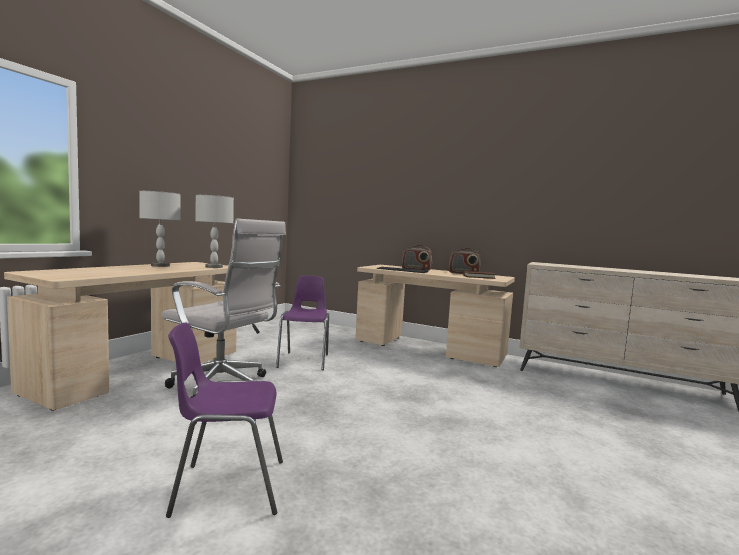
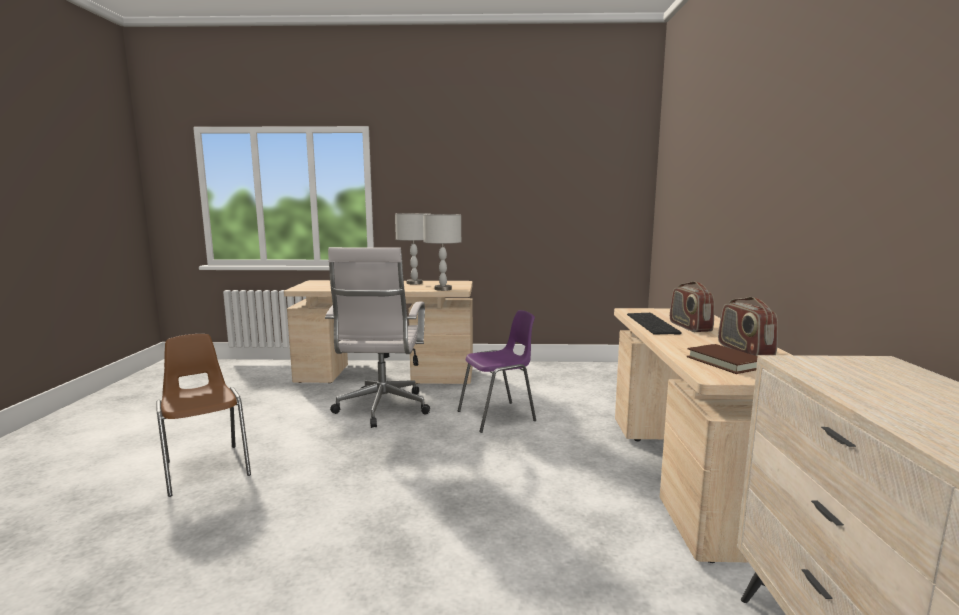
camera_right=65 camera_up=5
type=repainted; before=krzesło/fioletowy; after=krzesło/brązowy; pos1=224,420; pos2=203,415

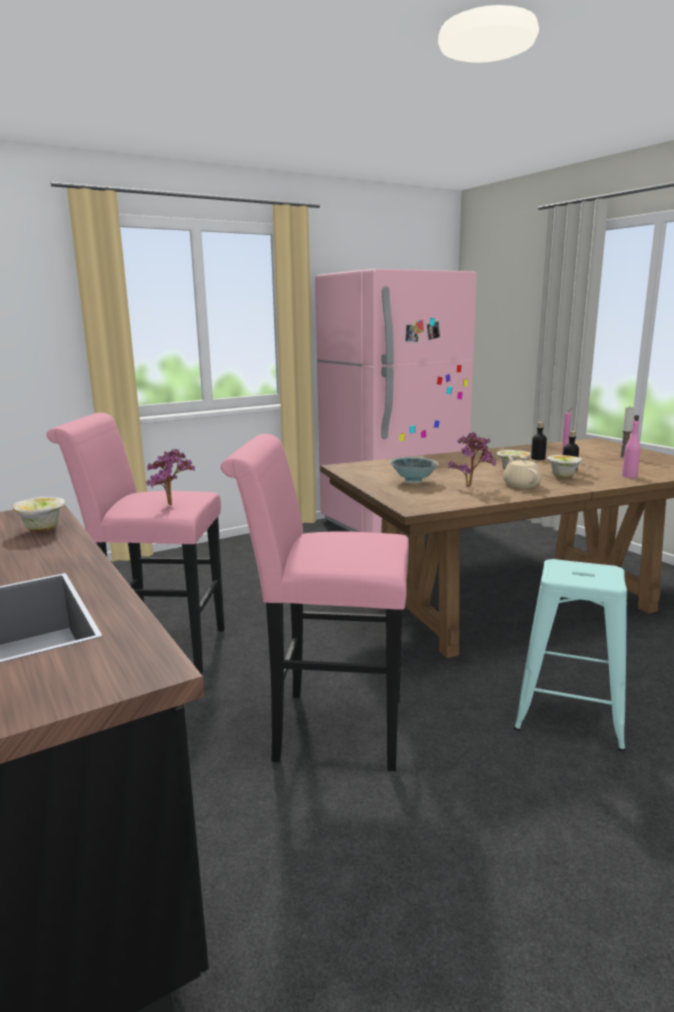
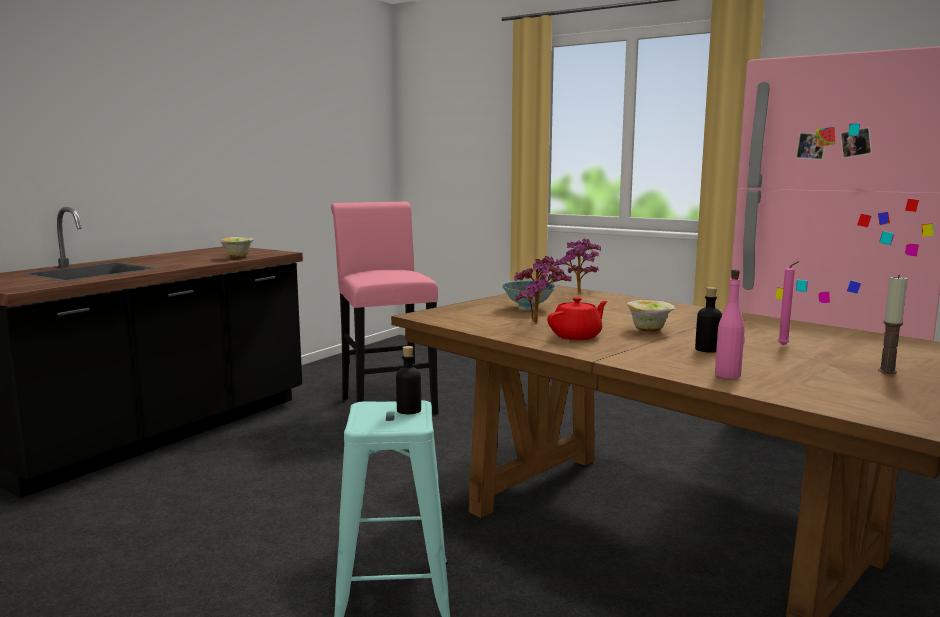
camera_right=65 camera_up=-5
type=gone; before=stołek/różowy; pos1=315,602
type=gone; before=miska; pos1=564,466
type=shifted; before=roślina doniczkowa; pos1=170,477; pos2=577,265
type=shifted; before=butelka/czarny; pos1=539,441; pos2=408,380
type=repainted; before=imbryk/beżowy; after=imbryk/czerwony; pos1=522,472; pos2=577,318

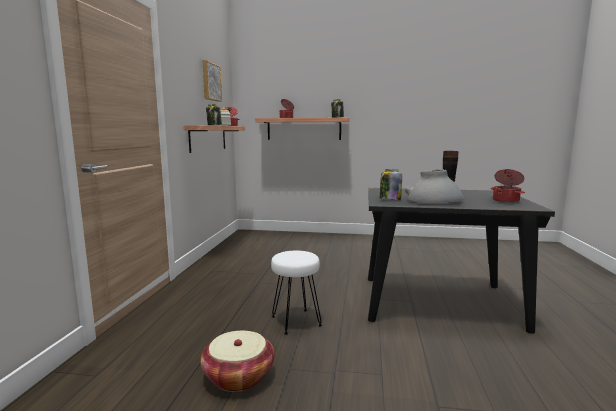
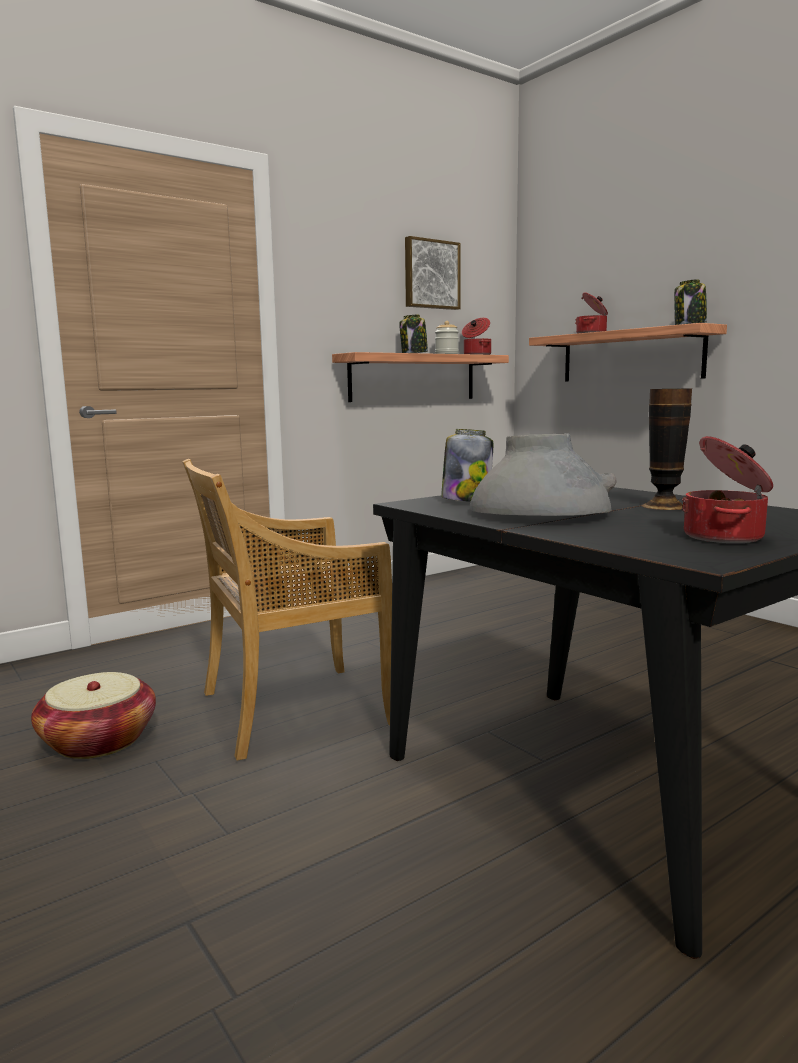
camera_right=45 camera_up=0
type=swapped; before=stołek/biały; after=krzesło/beżowy; pos1=296,293; pos2=287,610

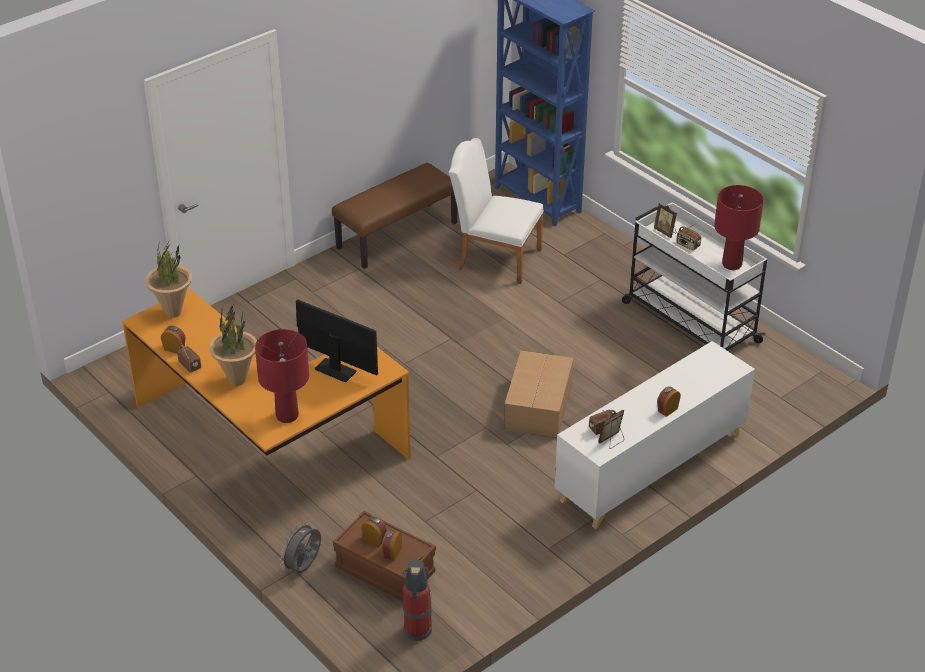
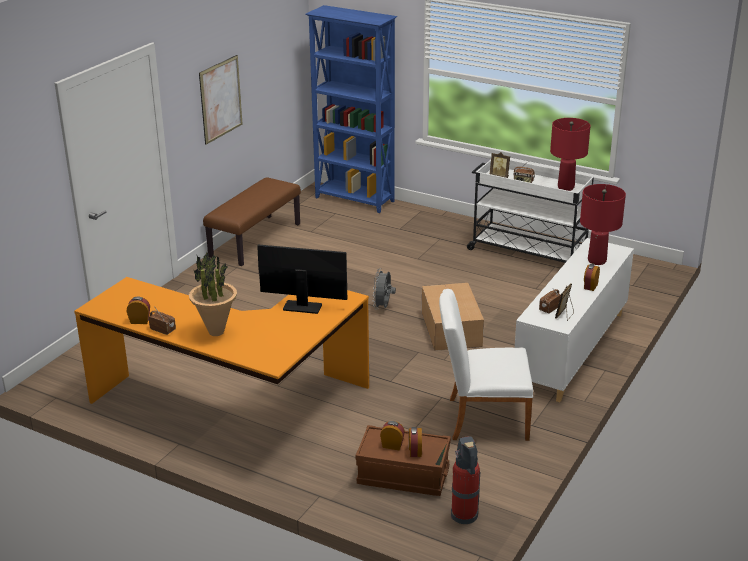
camera_right=-20 camera_up=-10
type=gone; before=roślina doniczkowa; pos1=168,279
type=new; after=obraz; pos2=220,100
type=shifted; before=lampa stołowa/czerwony; pos1=282,376; pos2=603,224
type=shifted; before=wentylator/szary; pos1=300,547; pos2=384,289
type=shifted; before=krzesło/biały; pos1=496,211; pos2=486,365

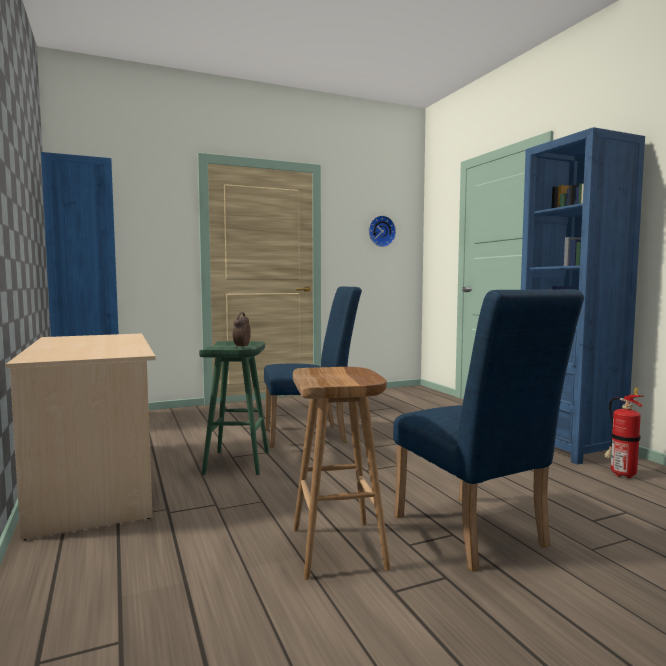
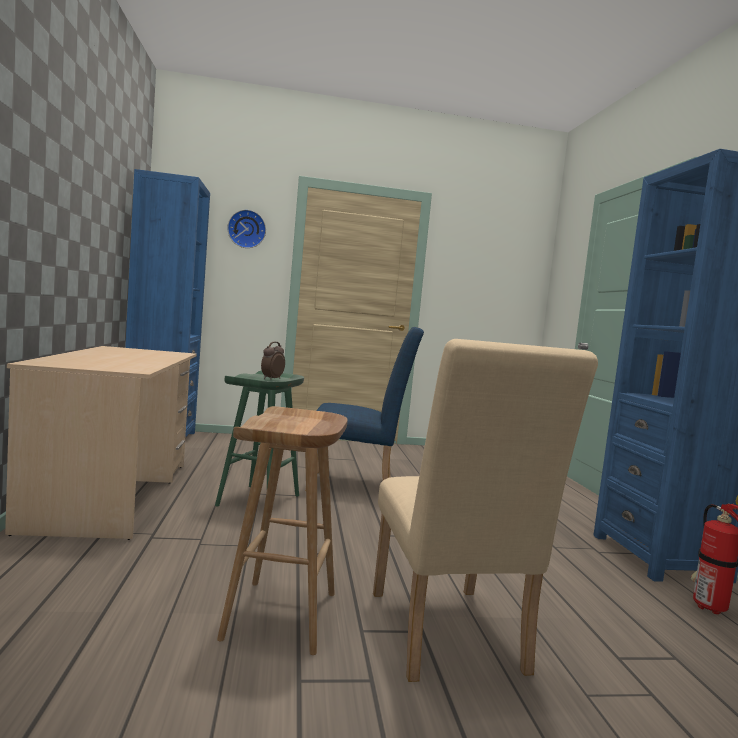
camera_right=15 camera_up=0
type=shifted; before=zegar ścienny; pos1=382,231; pos2=246,229
type=repainted; before=krzesło/niebieski; after=krzesło/beżowy; pos1=488,430; pos2=485,510

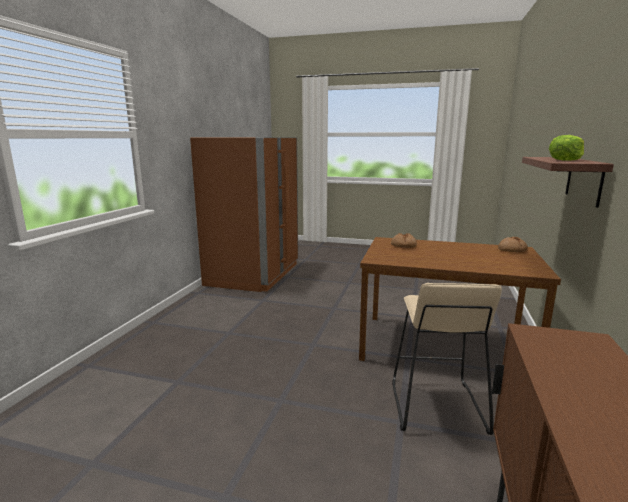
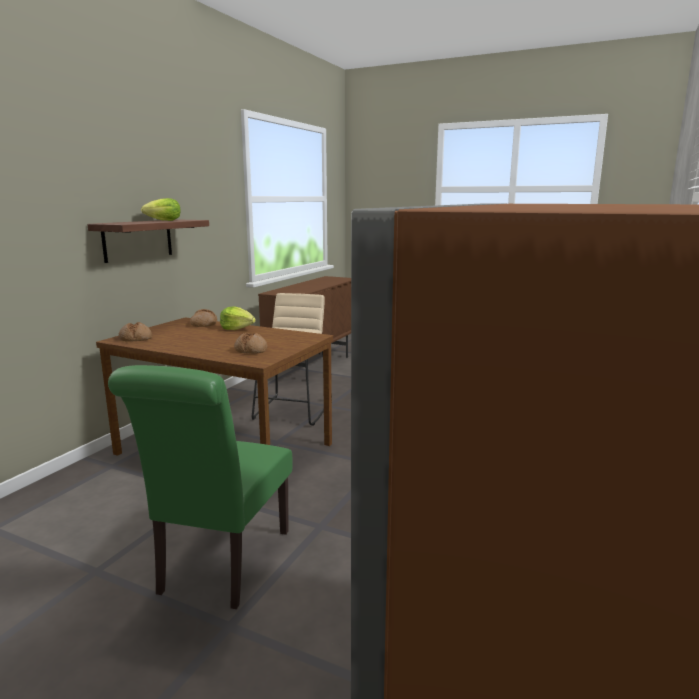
camera_right=-170 camera_up=0
type=new; after=krzesło/zielony; pos2=200,487
type=new; after=chleb; pos2=203,318
type=new; after=sałata; pos2=238,318

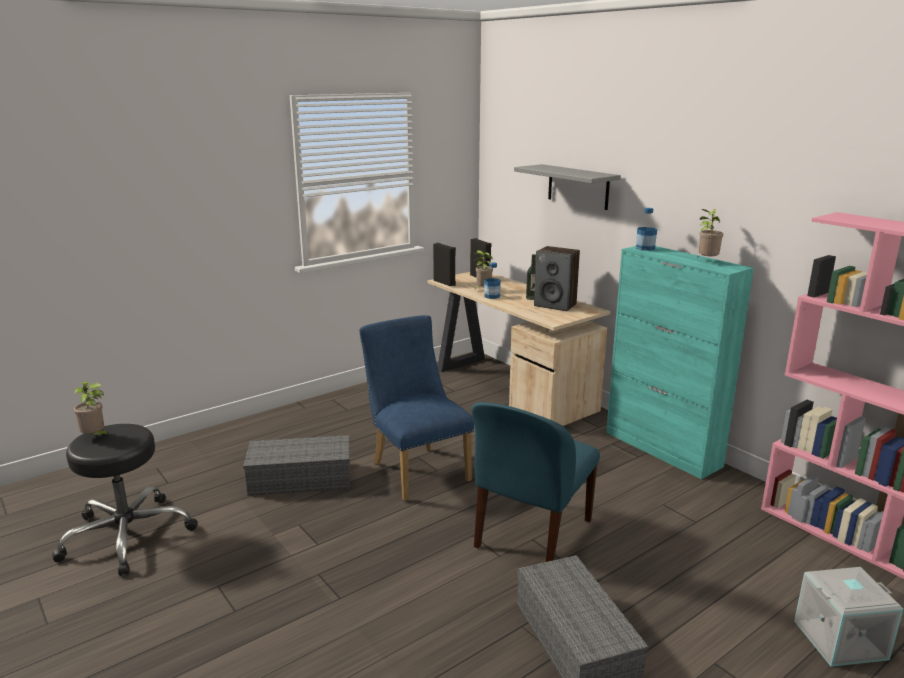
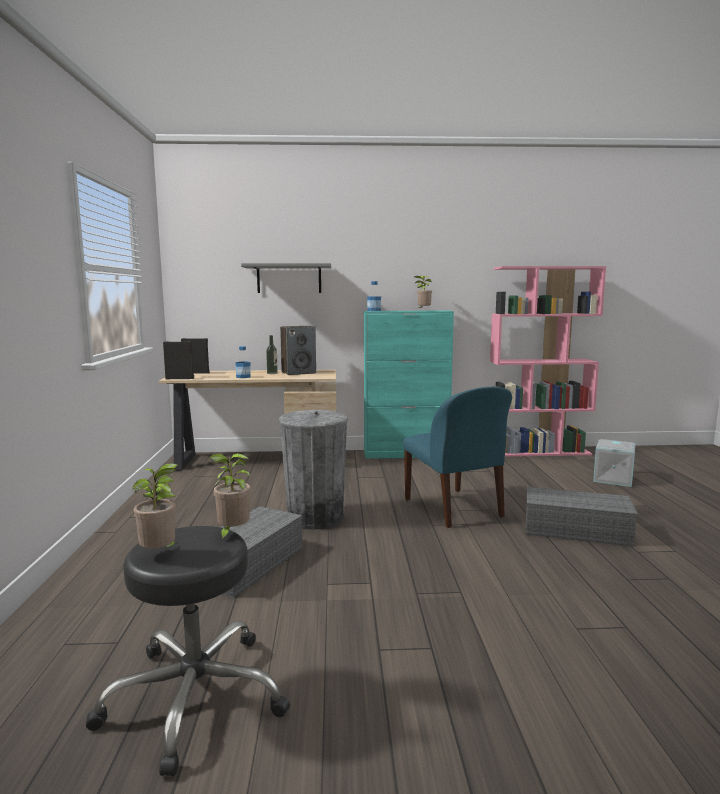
camera_right=-55 camera_up=-10
type=shifted; before=roślina doniczkowa; pos1=482,270; pos2=230,497
type=swapped; before=krzesło/niebieski; after=kosz na śmieci/szary; pos1=416,408; pos2=313,470

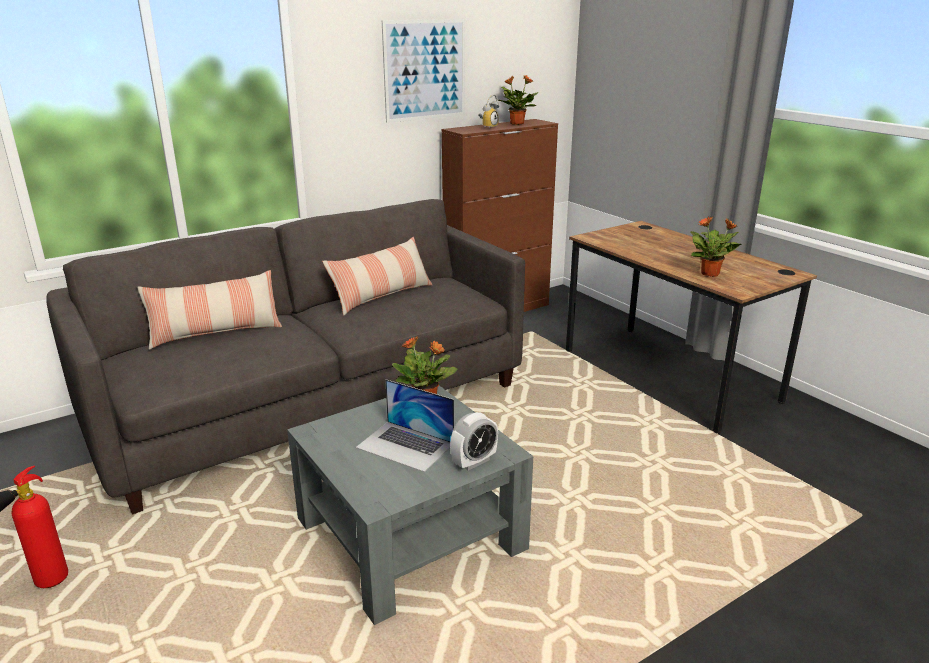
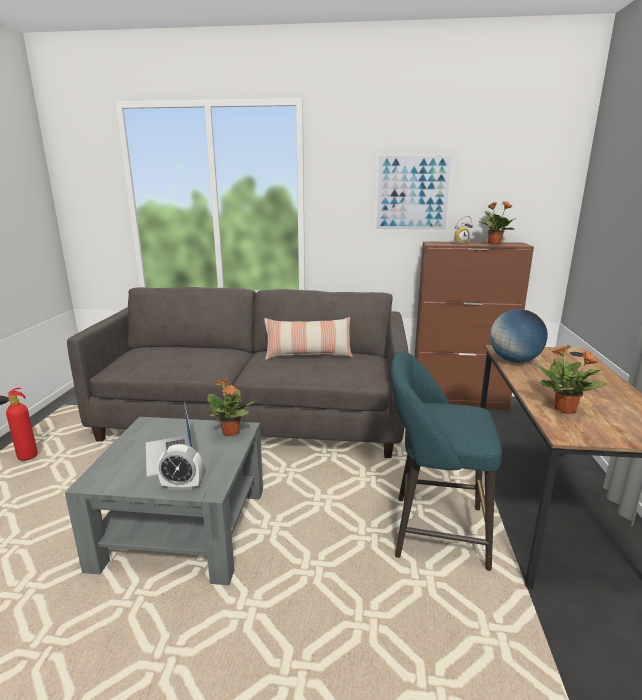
camera_right=40 camera_up=-5
type=gone; before=poduszka; pos1=210,310
type=new; after=stołek/turkusowy; pos2=446,461
type=new; after=globus; pos2=519,336

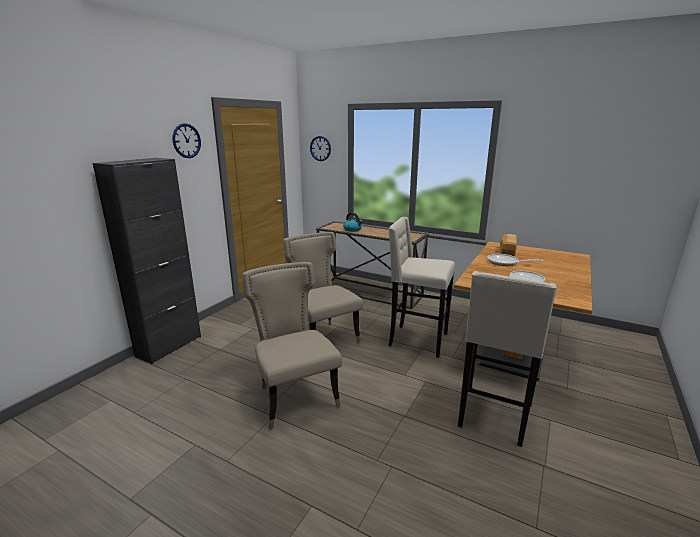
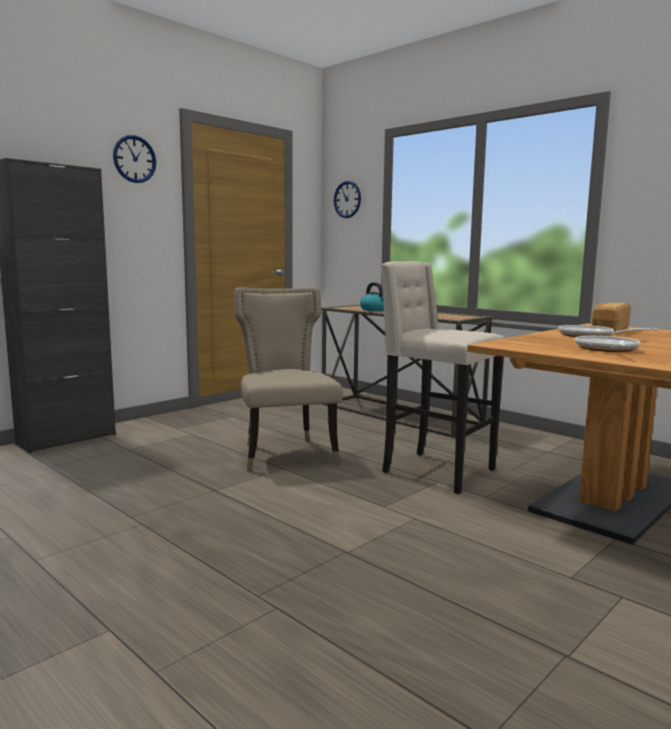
camera_right=15 camera_up=-10
type=gone; before=krzesło/beżowy; pos1=292,345
type=gone; before=stołek/beżowy; pos1=507,359

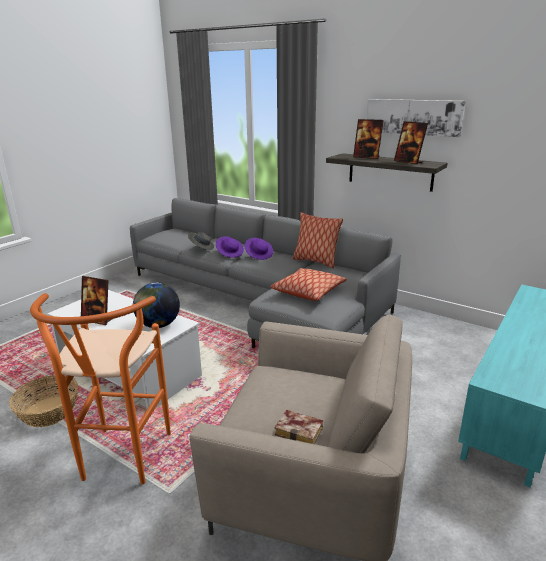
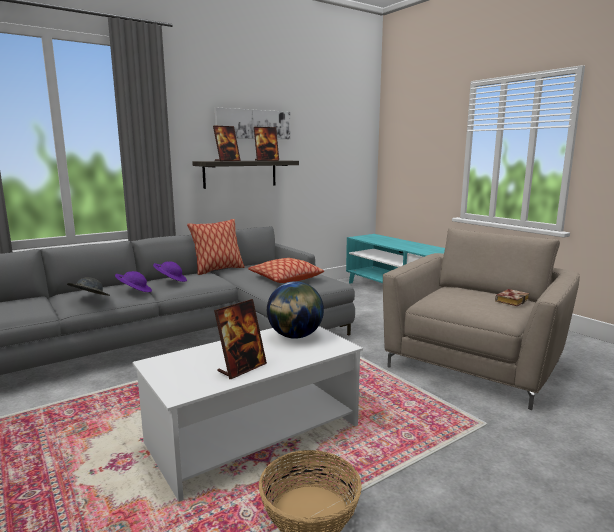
camera_right=-70 camera_up=-10
type=gone; before=stołek/pomarańczowy; pos1=100,389

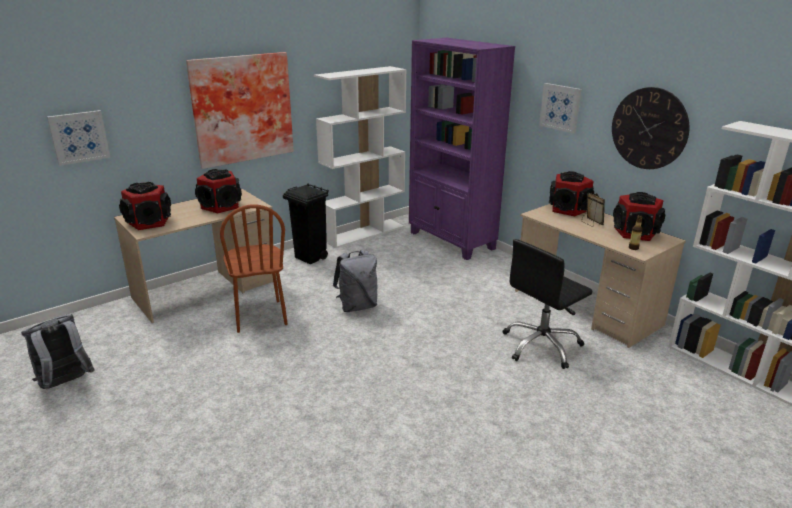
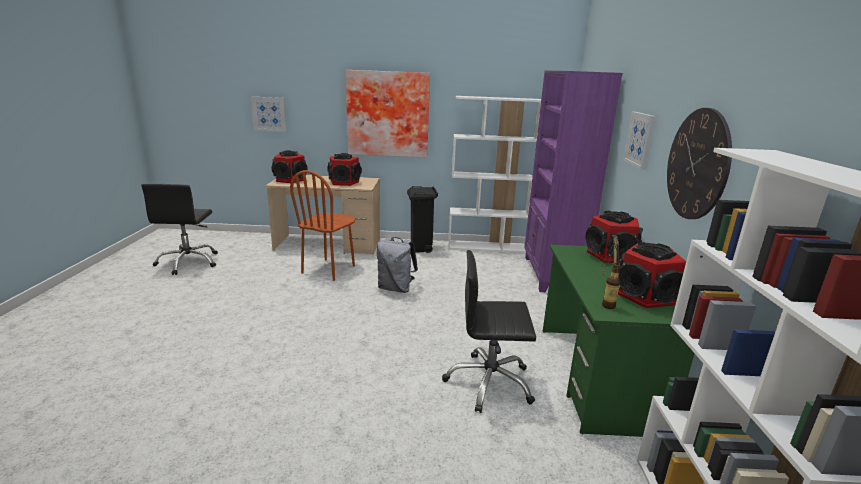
camera_right=40 camera_up=-5
type=swapped; before=plecak/szary; after=krzesło biurowe/czarny; pos1=58,351; pos2=179,229
type=repainted; before=biurko/beżowy; after=biurko/zielony; pos1=600,276; pos2=618,341

